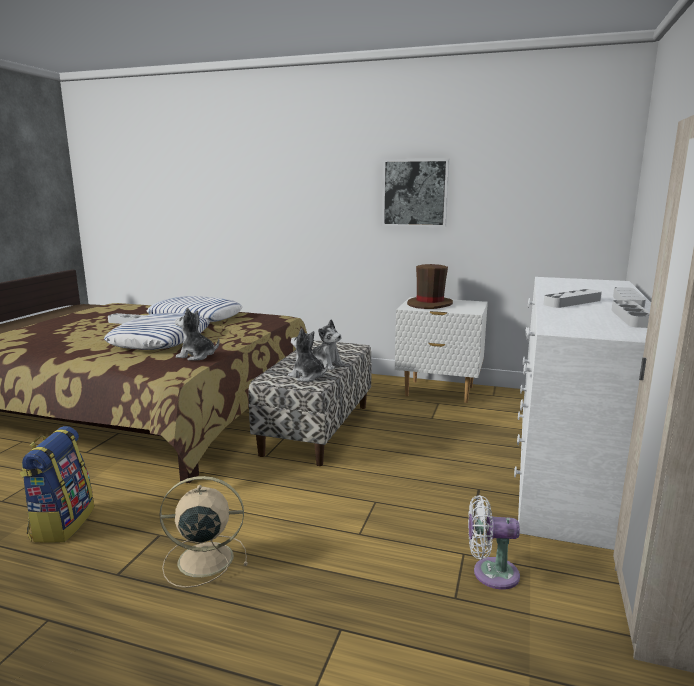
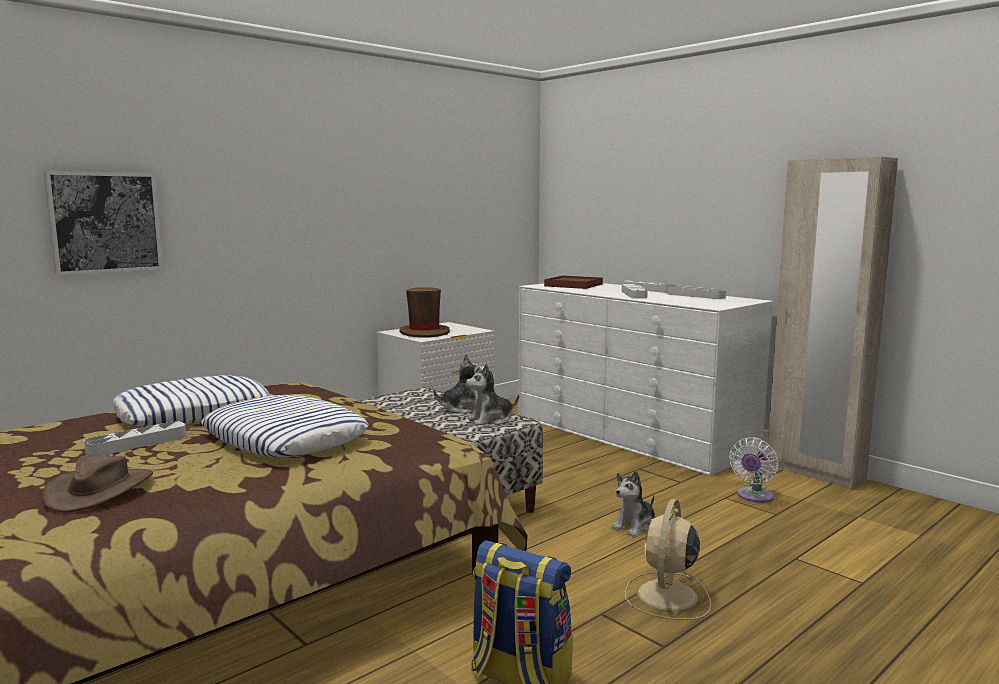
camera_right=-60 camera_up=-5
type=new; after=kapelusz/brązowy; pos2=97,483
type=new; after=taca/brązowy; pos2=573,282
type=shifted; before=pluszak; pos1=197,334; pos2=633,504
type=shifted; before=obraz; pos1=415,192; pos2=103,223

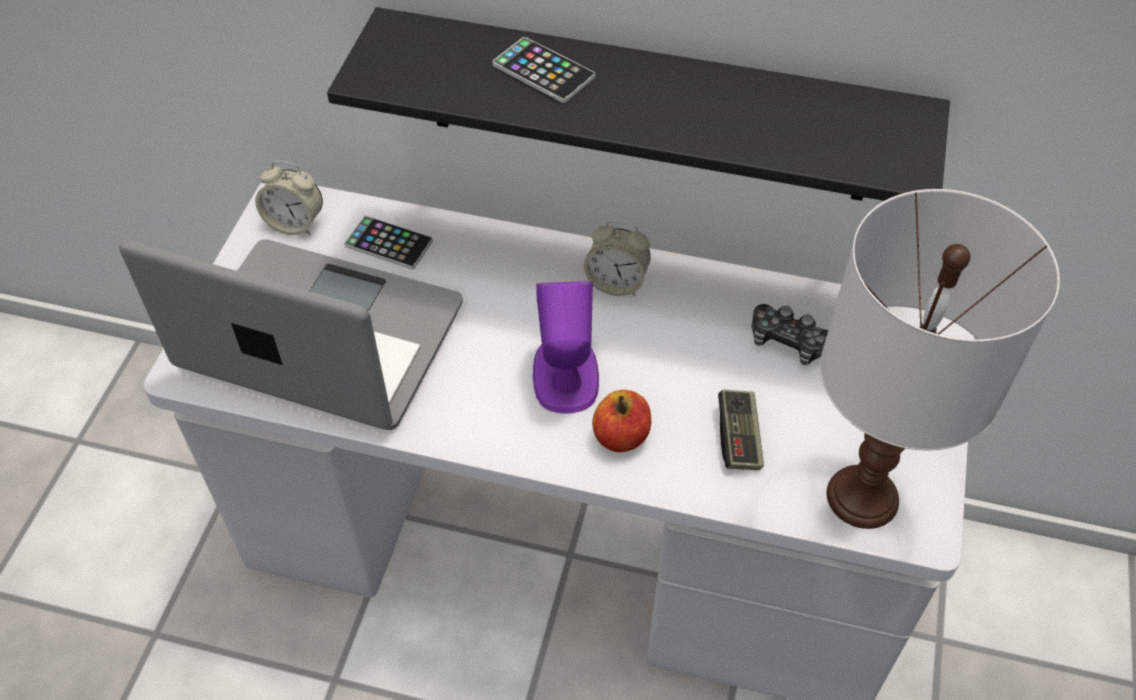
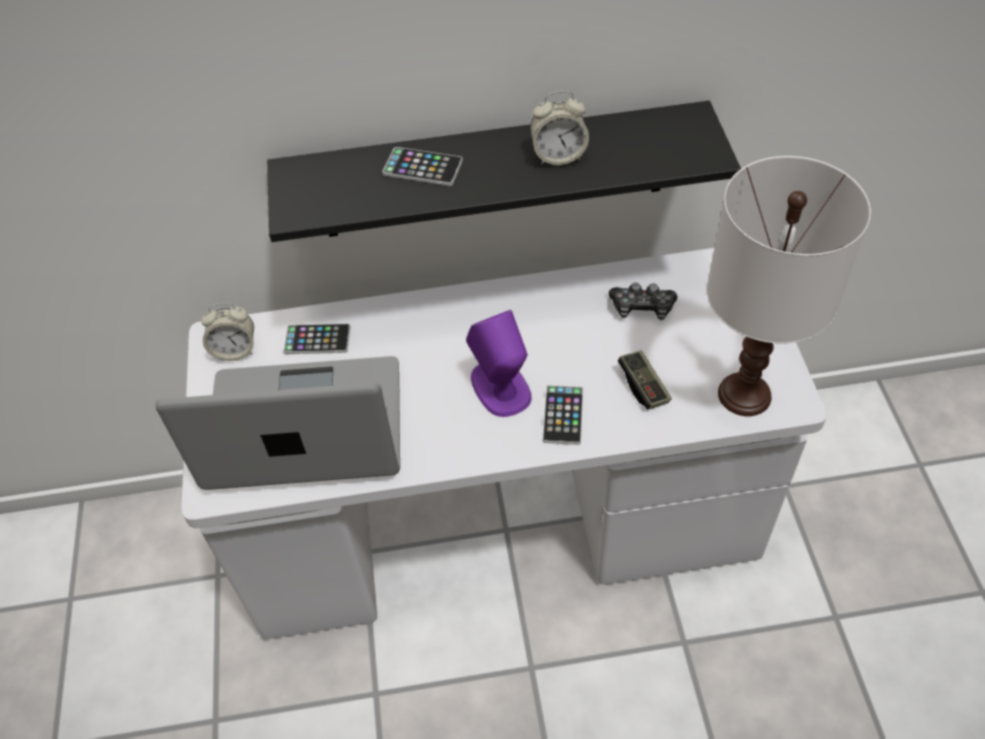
camera_right=-20 camera_up=0
type=shifted; before=budzik; pos1=617,258; pos2=559,128
type=swapped; before=jabłko; after=telefon; pos1=621,421; pos2=562,415

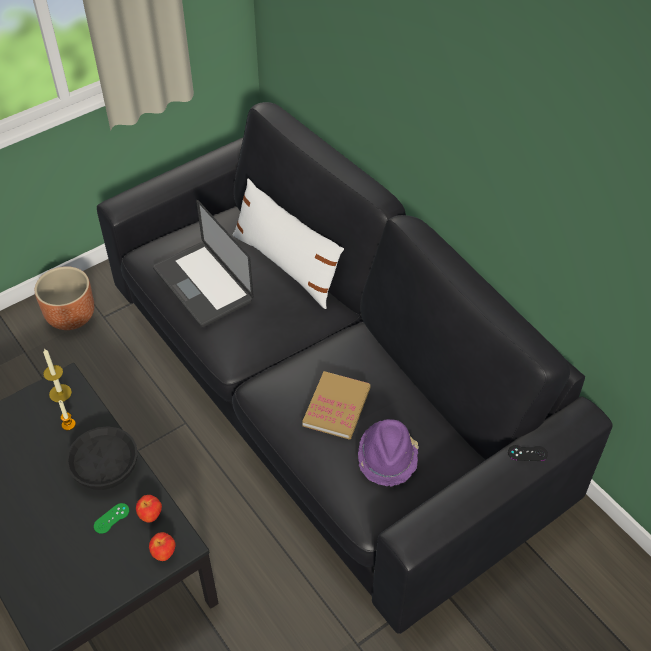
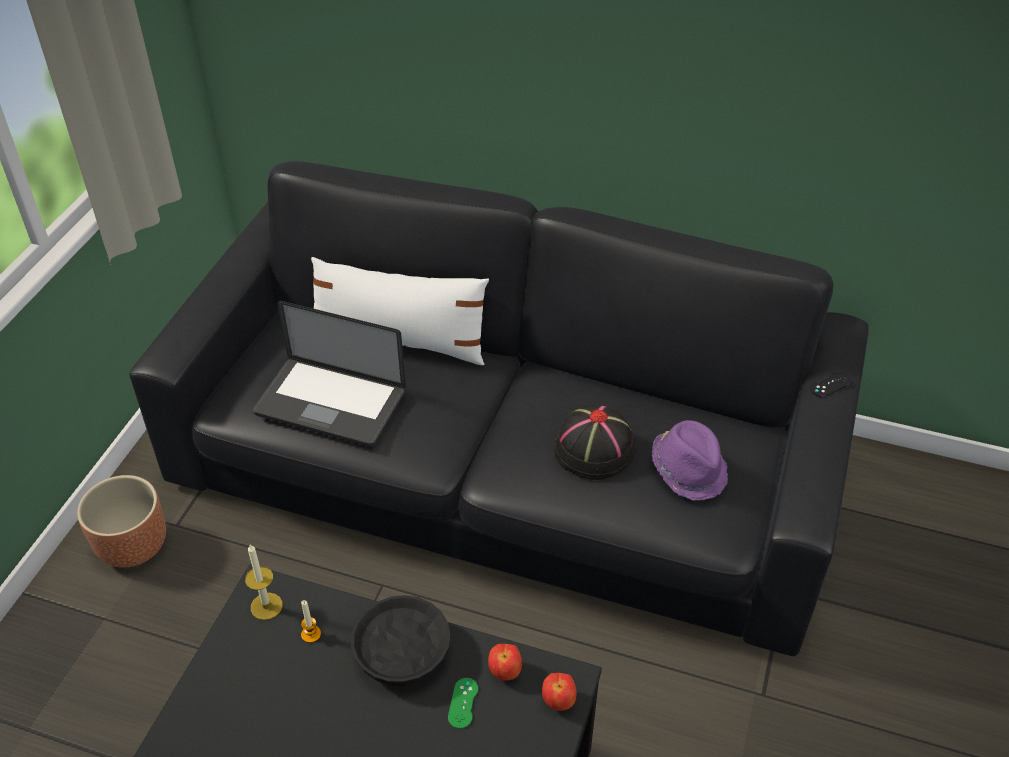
camera_right=-35 camera_up=-5
type=swapped; before=książka; after=kapelusz/czarny; pos1=336,405; pos2=595,442

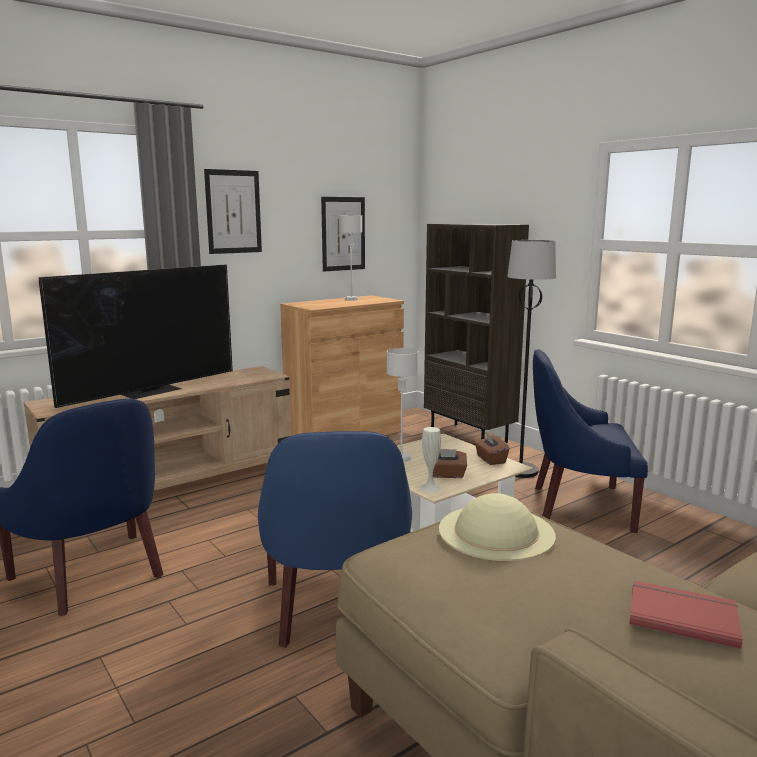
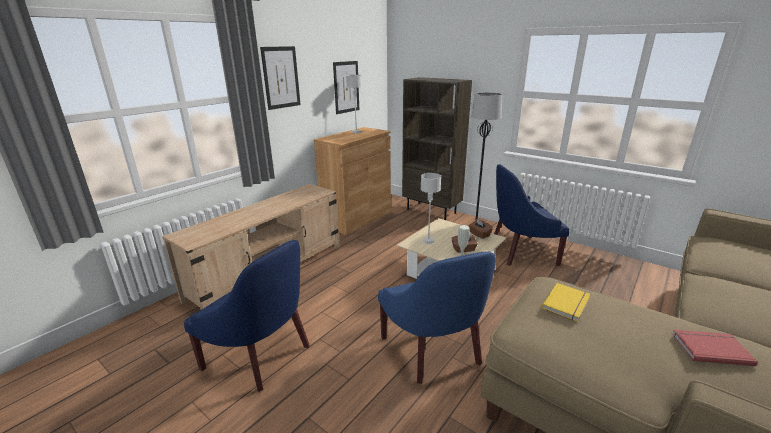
camera_right=-15 camera_up=10
type=gone; before=telewizor; pos1=136,336
type=swapped; before=kapelusz/beżowy; after=książka/żółty; pos1=497,527; pos2=566,302

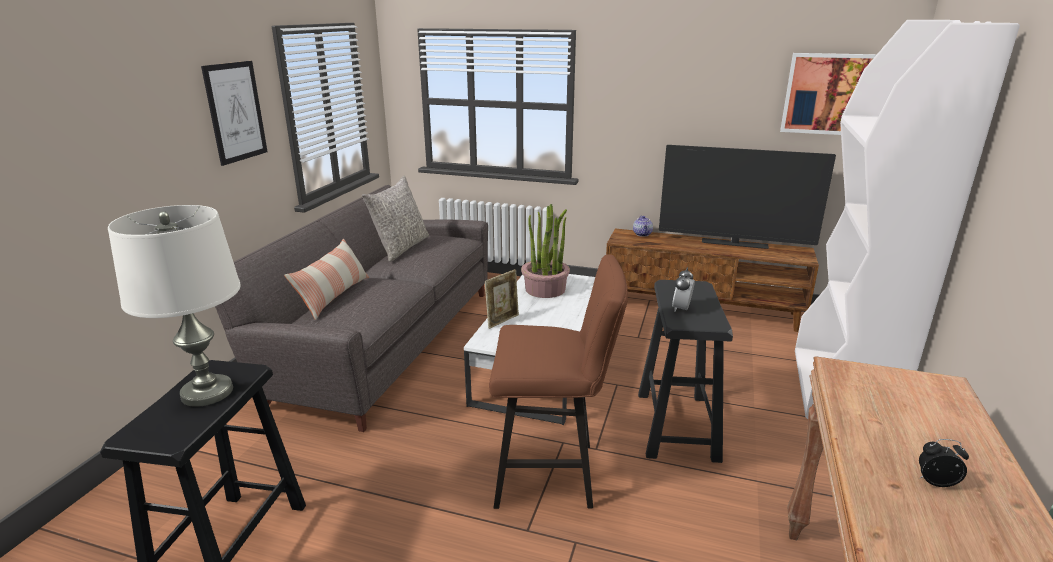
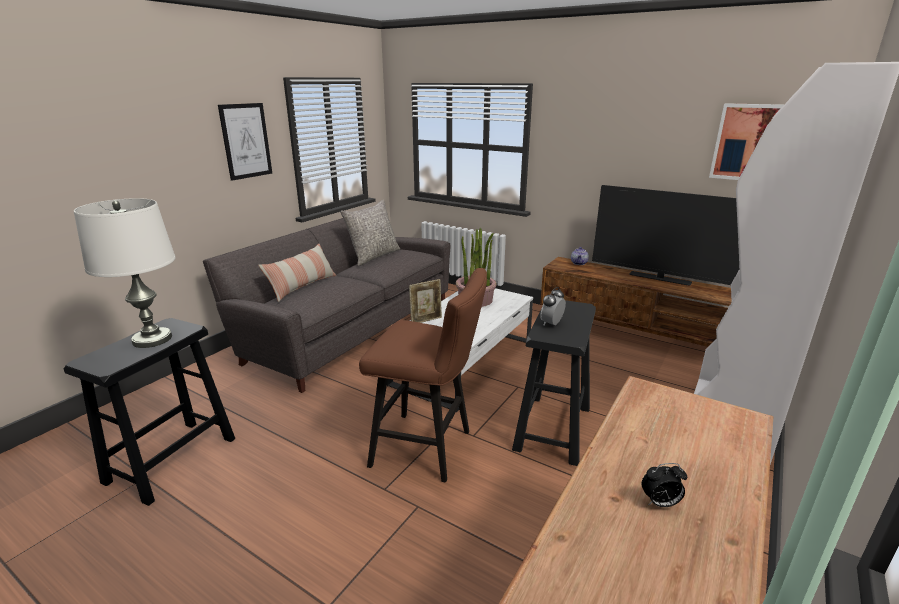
camera_right=15 camera_up=0
type=rotated; before=budzik; pos1=944,463; pos2=664,485; turn=150

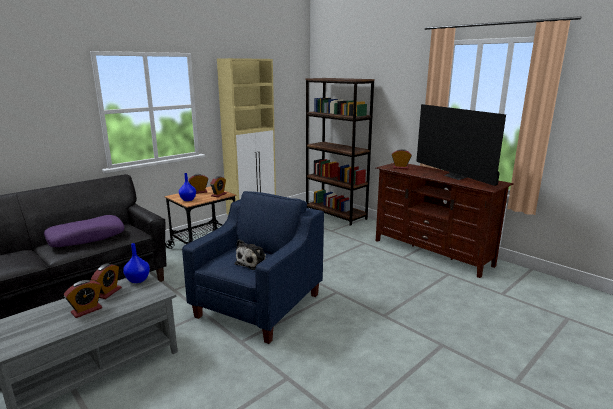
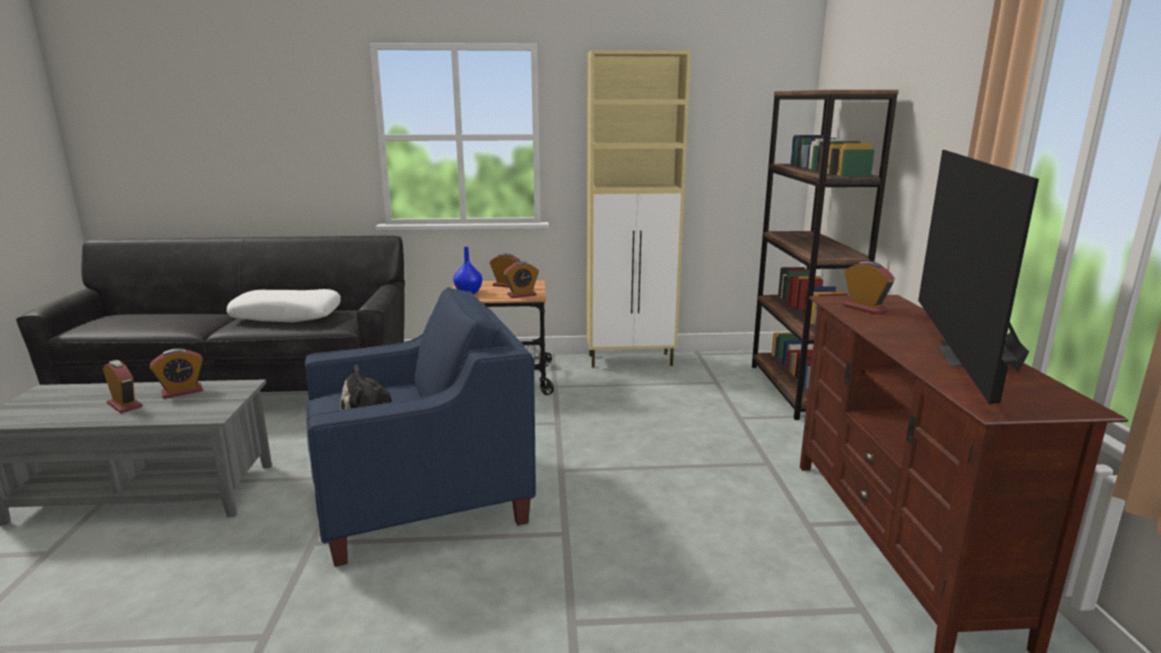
camera_right=40 camera_up=0
type=gone; before=wazon/niebieski; pos1=136,263
type=repainted; before=poduszka/fioletowy; after=poduszka/biały; pos1=84,231; pos2=284,305
type=rotated; before=budzik; pos1=83,299; pos2=122,386; turn=-135

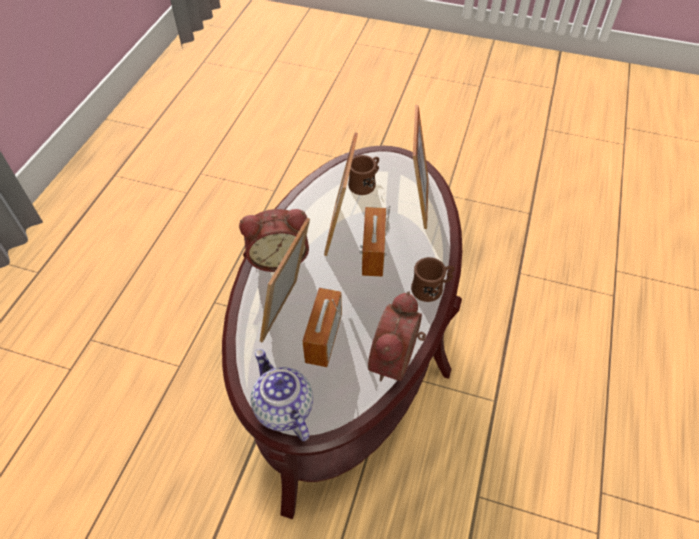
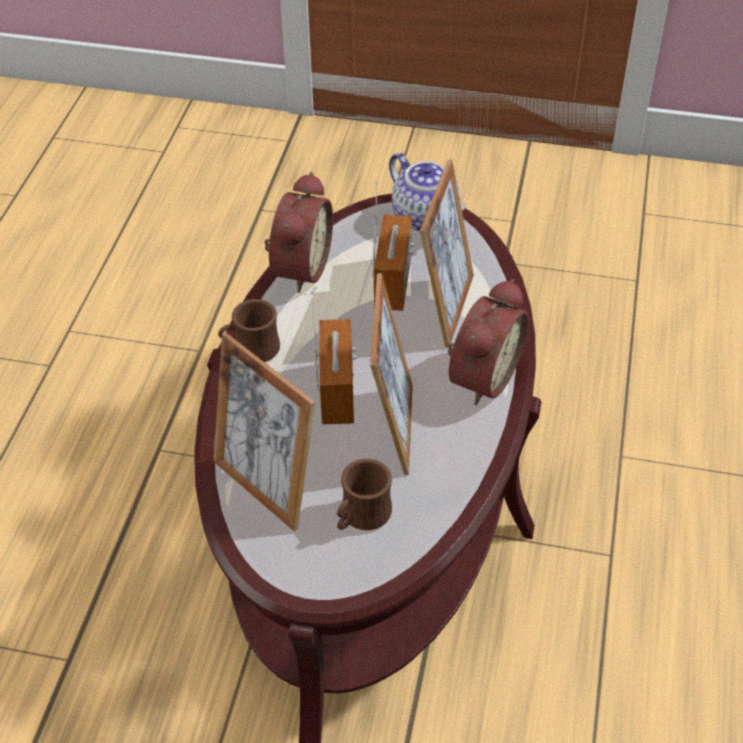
camera_right=175 camera_up=-5
type=rotated; before=budzik; pos1=274,240; pos2=488,342; turn=135
type=rotated; before=ramka na zdjęcie; pos1=421,167; pos2=264,432; turn=-45

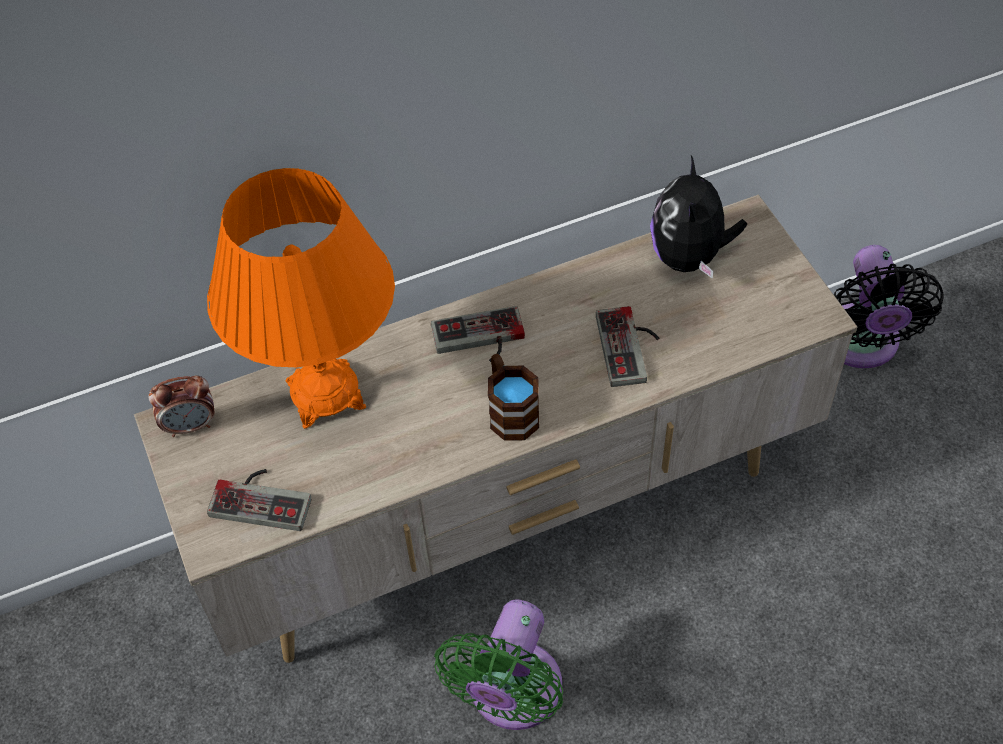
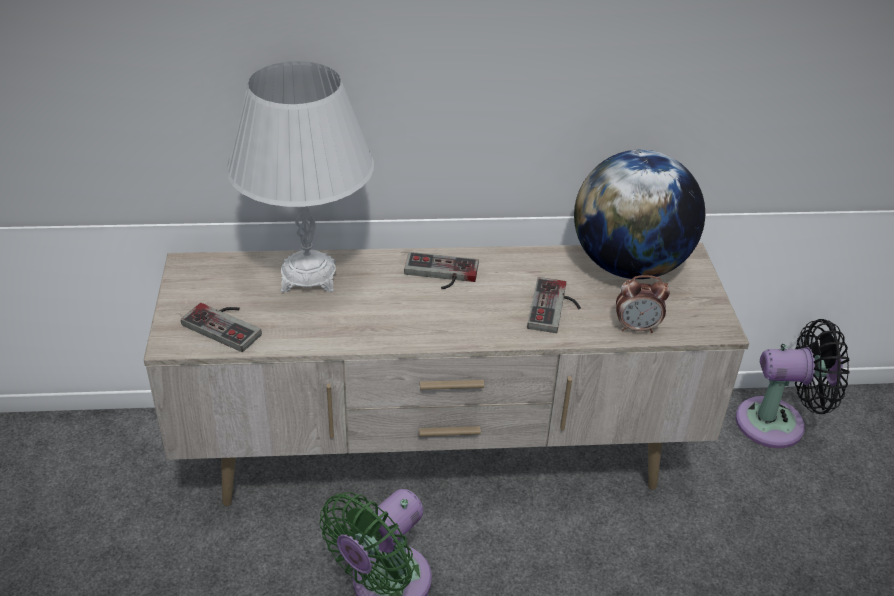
camera_right=15 camera_up=-15
type=gone; before=kubek/brązowy; pos1=513,397
type=shifted; before=budzik; pos1=181,406; pos2=643,304
type=swapped; before=pluszak; after=globus; pos1=698,217; pos2=639,214
type=repainted; before=lampa stołowa/pomarańczowy; after=lampa stołowa/biały; pos1=301,298; pos2=300,177
type=rotated; before=wentylator/czarny; pos1=888,306; pos2=793,383; turn=-105

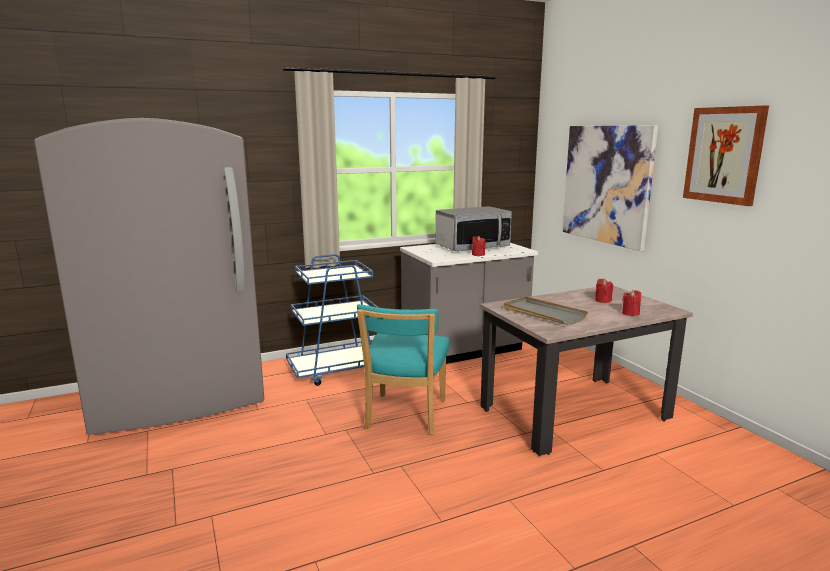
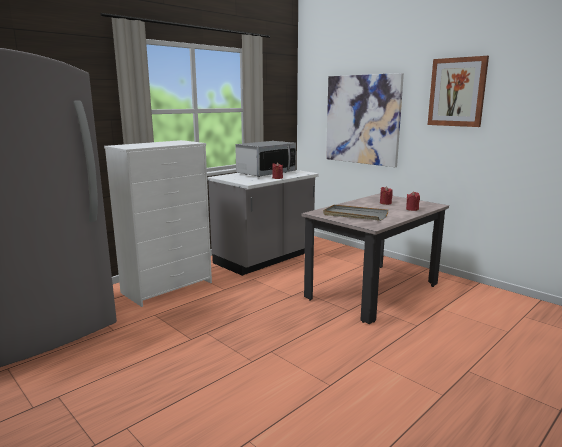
camera_right=-20 camera_up=0
type=gone; before=krzesło/turkusowy; pos1=403,369
type=swapped; before=wózek/niebieski; after=komoda/biały; pos1=332,320; pos2=158,223

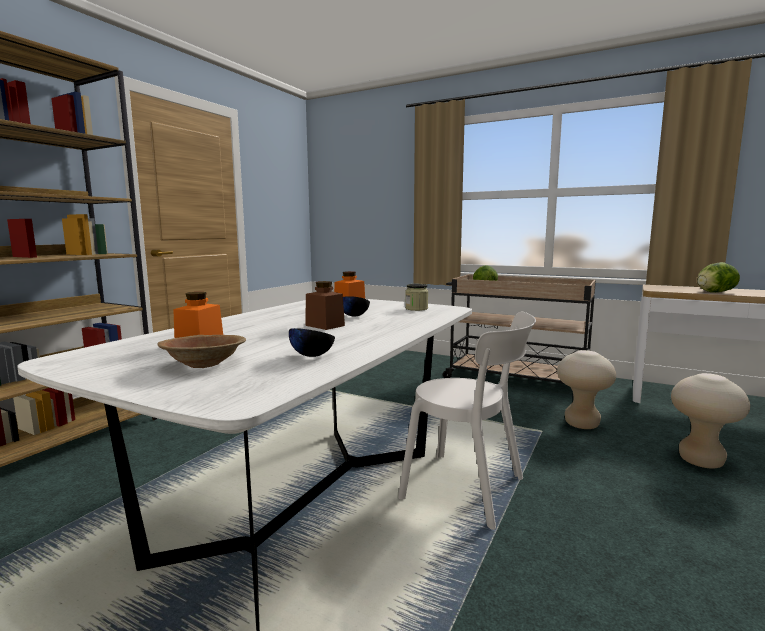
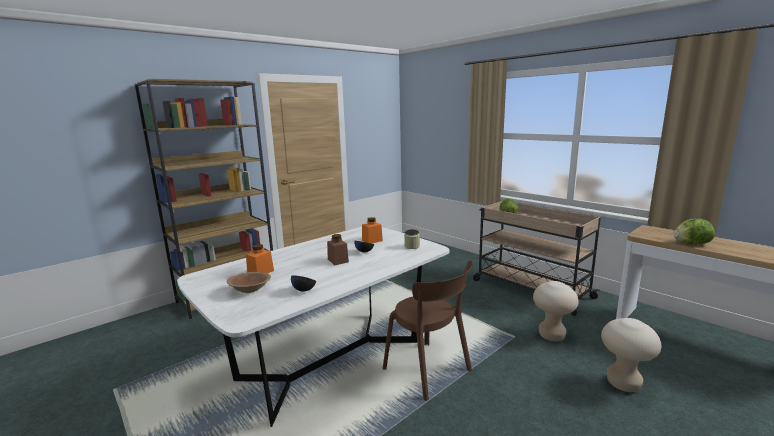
camera_right=20 camera_up=5
type=repainted; before=krzesło/biały; after=krzesło/brązowy; pos1=467,421; pos2=428,330

